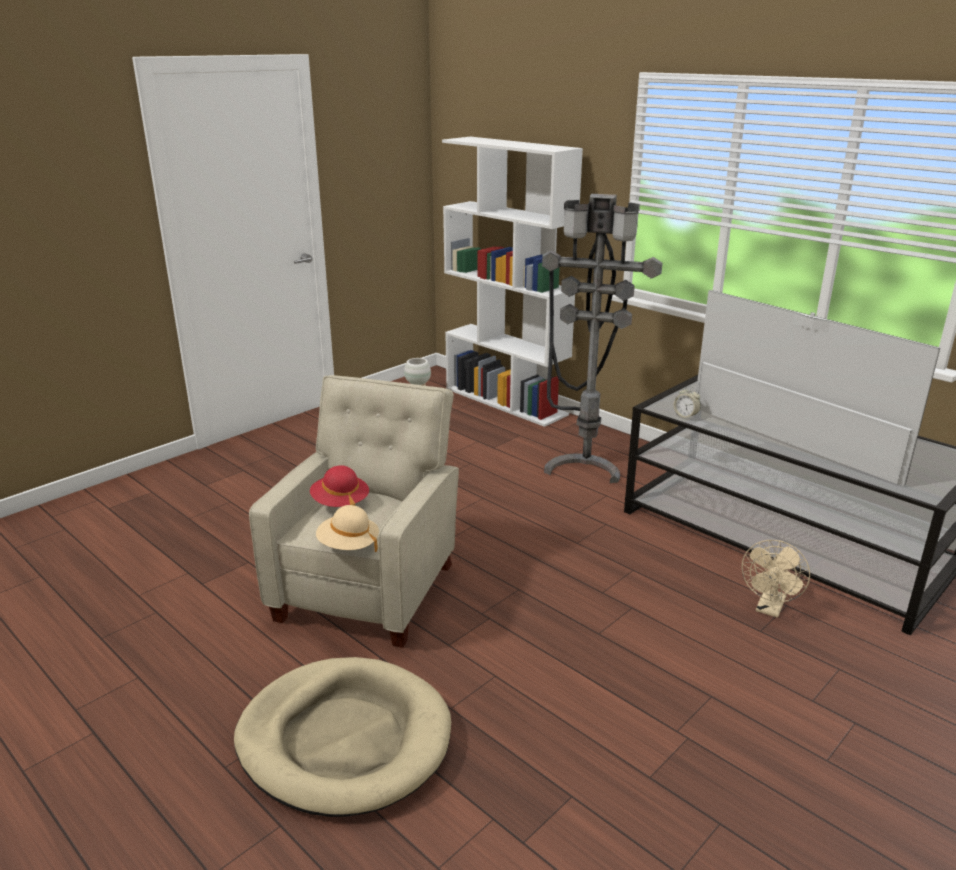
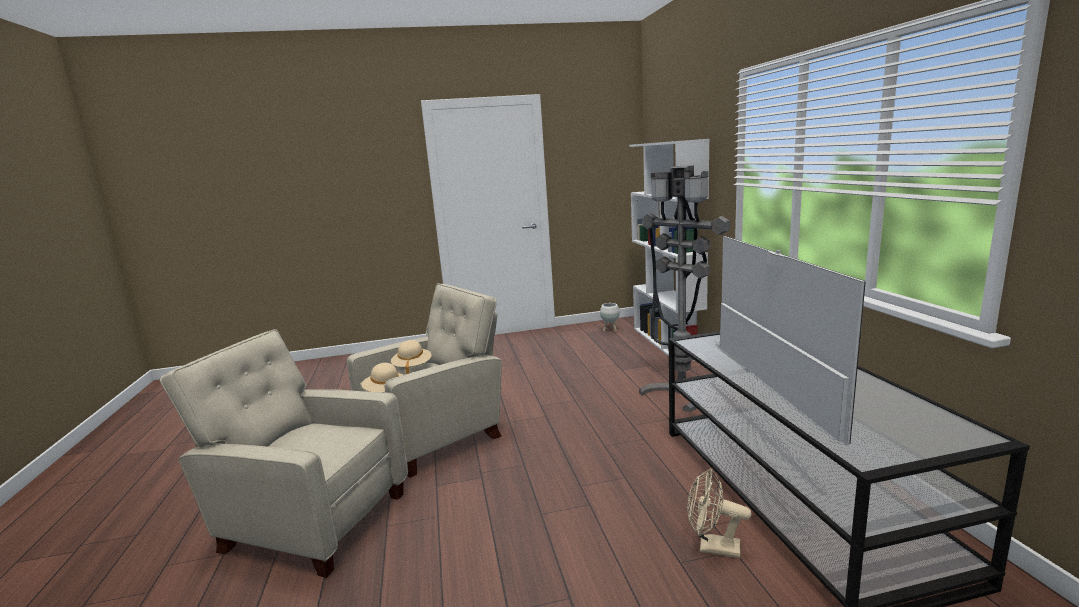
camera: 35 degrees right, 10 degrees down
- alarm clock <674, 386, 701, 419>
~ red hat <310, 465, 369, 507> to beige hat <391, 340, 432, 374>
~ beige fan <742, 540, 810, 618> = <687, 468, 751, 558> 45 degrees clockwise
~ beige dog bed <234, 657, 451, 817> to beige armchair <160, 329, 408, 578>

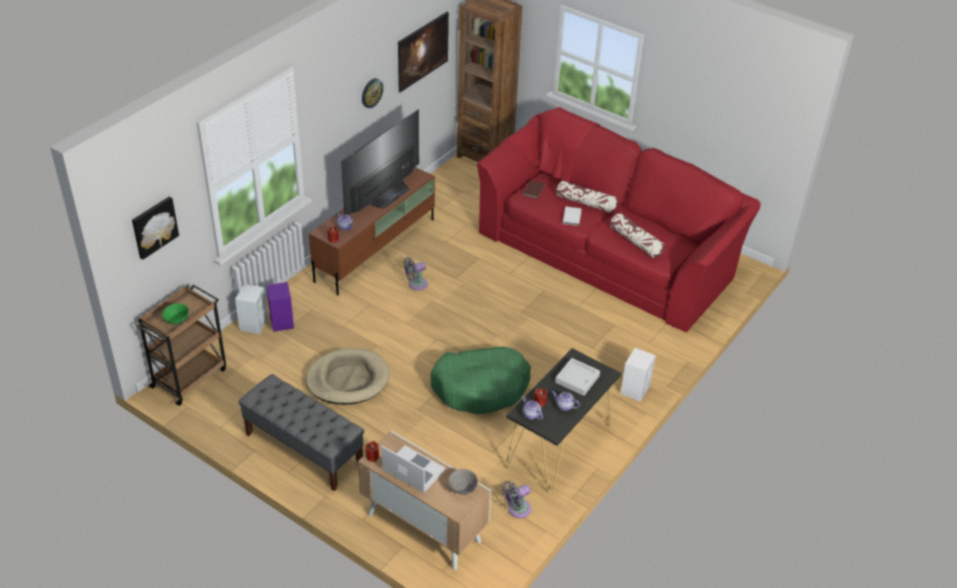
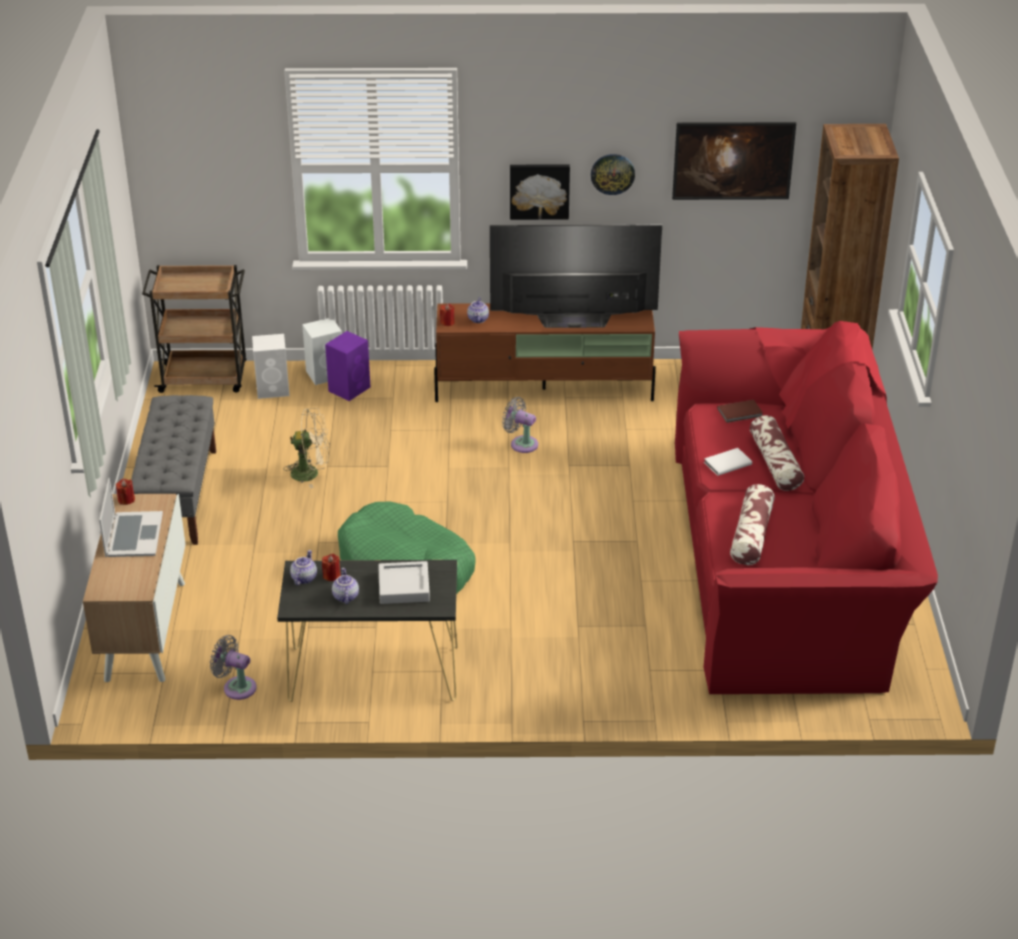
camera: 55 degrees right, 5 degrees down
~ picture <132, 196, 179, 259> to <510, 164, 570, 220>
- green bowl <162, 304, 189, 325>
~ beige dog bed <305, 348, 389, 405> to beige fan <283, 408, 330, 488>
~ white speaker <620, 348, 656, 402> to <252, 334, 290, 399>
- grey bowl <448, 469, 478, 495>

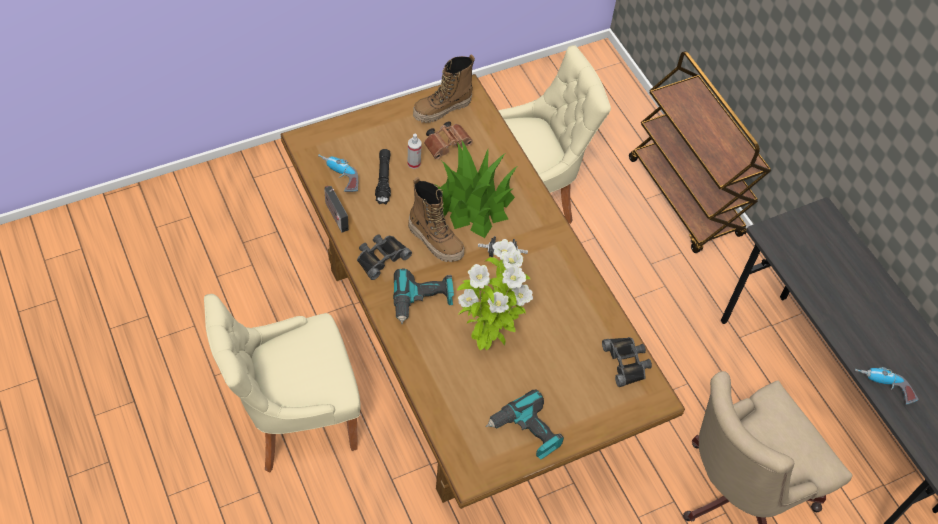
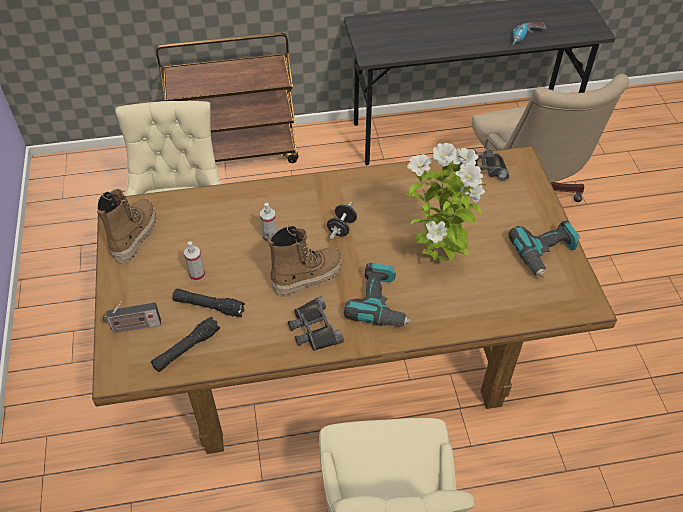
camera: 70 degrees left, 5 degrees down
~ boot <413, 54, 475, 123> = <97, 189, 156, 264> 150 degrees counterclockwise
- brown binoculars <424, 121, 473, 159>
~ potted plant <434, 141, 517, 238> to spray bottle <260, 203, 277, 242>
~ power drill <318, 154, 358, 192> to black flashlight <151, 317, 220, 372>
~ radio <324, 186, 349, 233> to <103, 301, 161, 333>

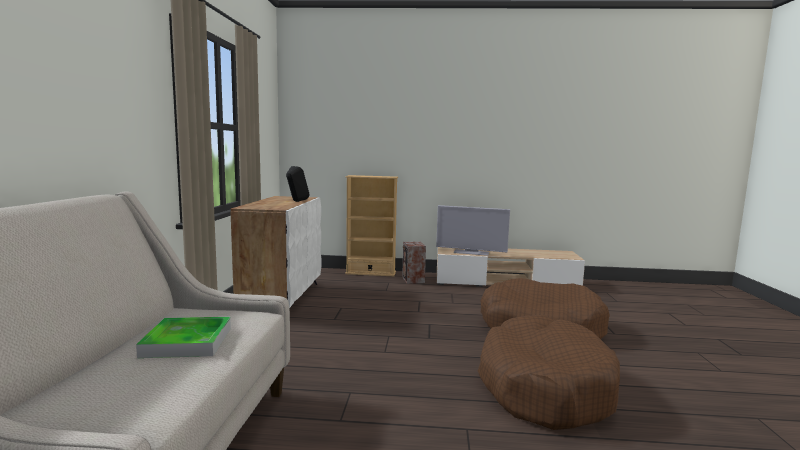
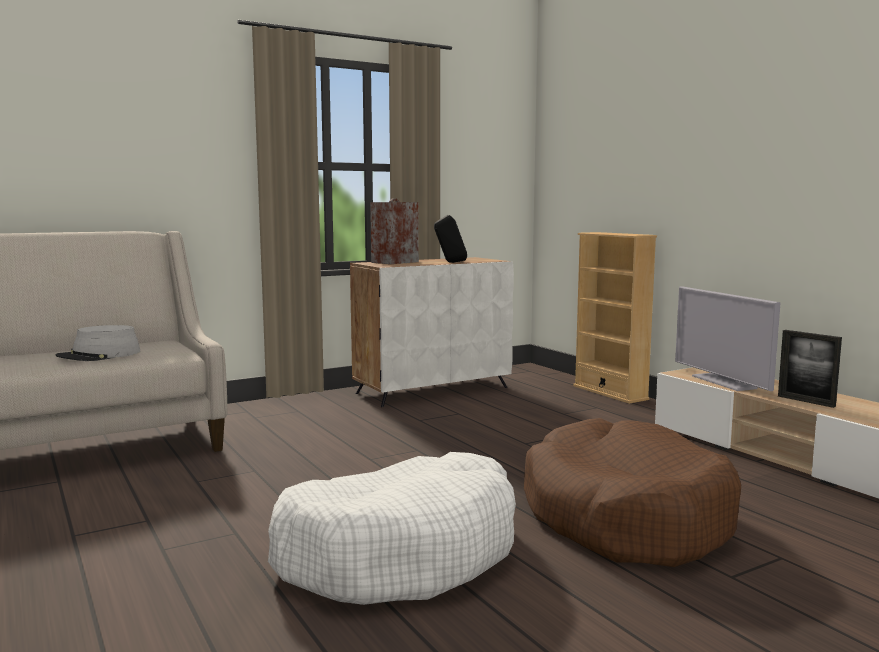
camera: 55 degrees right, 0 degrees up
~ speaker <402, 241, 426, 284> to <370, 198, 419, 264>
~ brown dog bed <478, 315, 620, 430> to white dog bed <268, 452, 516, 605>
~ tray <136, 317, 231, 358> to grey hat <55, 325, 141, 361>
+ picture frame <778, 330, 842, 408>

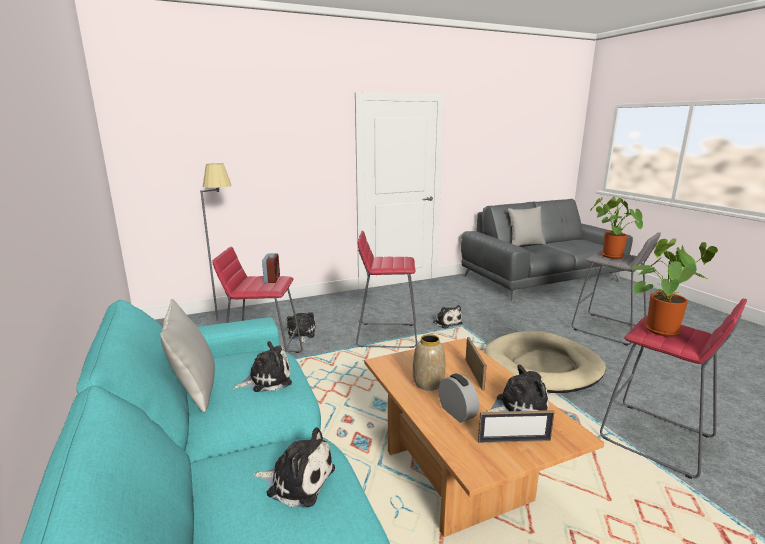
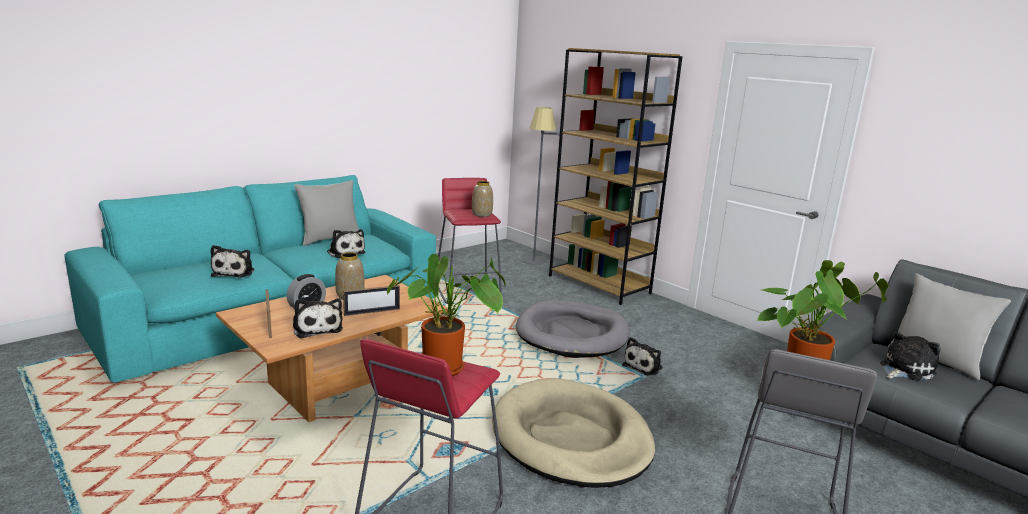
camera: 70 degrees right, 0 degrees up
~ red stool <356, 231, 417, 348> to grey dog bed <516, 300, 629, 358>
~ alarm clock <262, 253, 280, 283> to vase <472, 181, 493, 217>
~ plush toy <287, 312, 315, 344> to <880, 332, 941, 381>
+ brown bookcase <549, 48, 682, 305>

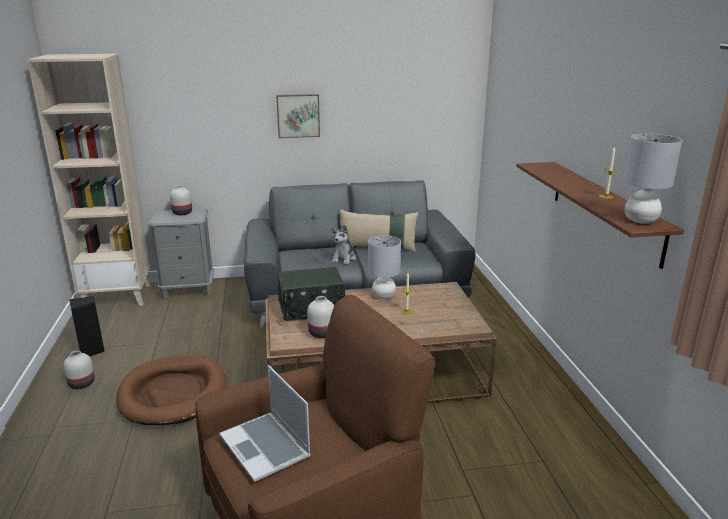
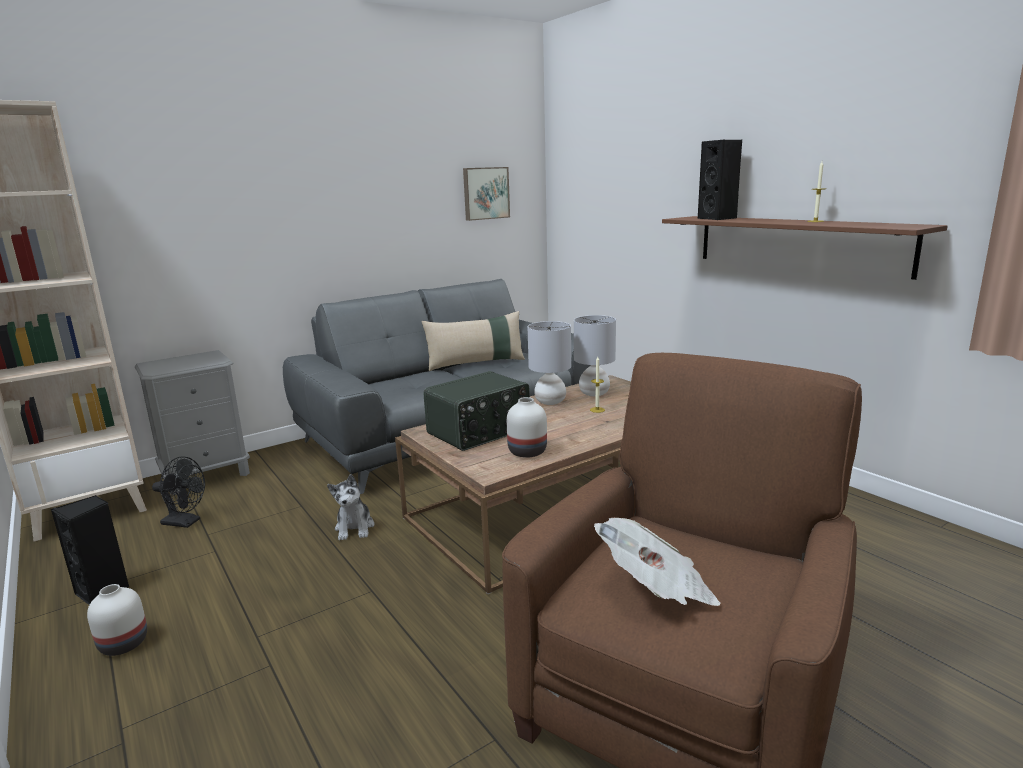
camera: 25 degrees left, 5 degrees down
~ picture <276, 94, 320, 138> to <463, 167, 510, 221>
~ grey table lamp <624, 134, 682, 224> to <574, 315, 616, 397>
- white vase <170, 185, 192, 215>
~ plush toy <331, 225, 356, 265> to <327, 474, 375, 540>
- brown dog bed <116, 355, 227, 425>
~ laptop <219, 365, 311, 482> to newspaper <594, 518, 720, 606>
+ black speaker <698, 140, 742, 220>
+ black fan <152, 456, 205, 528>

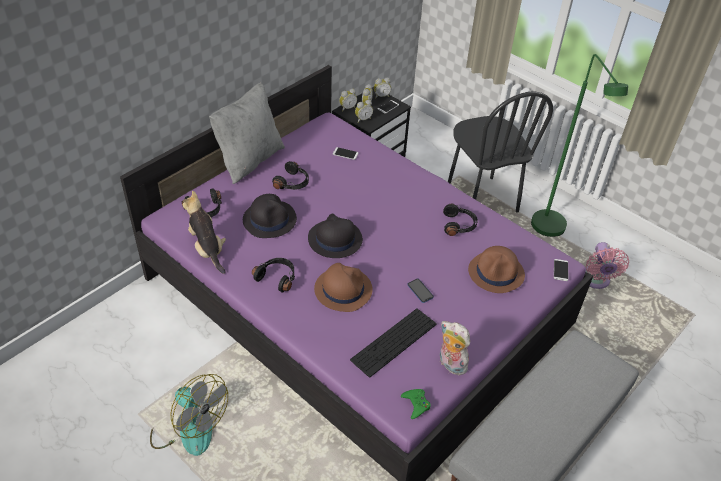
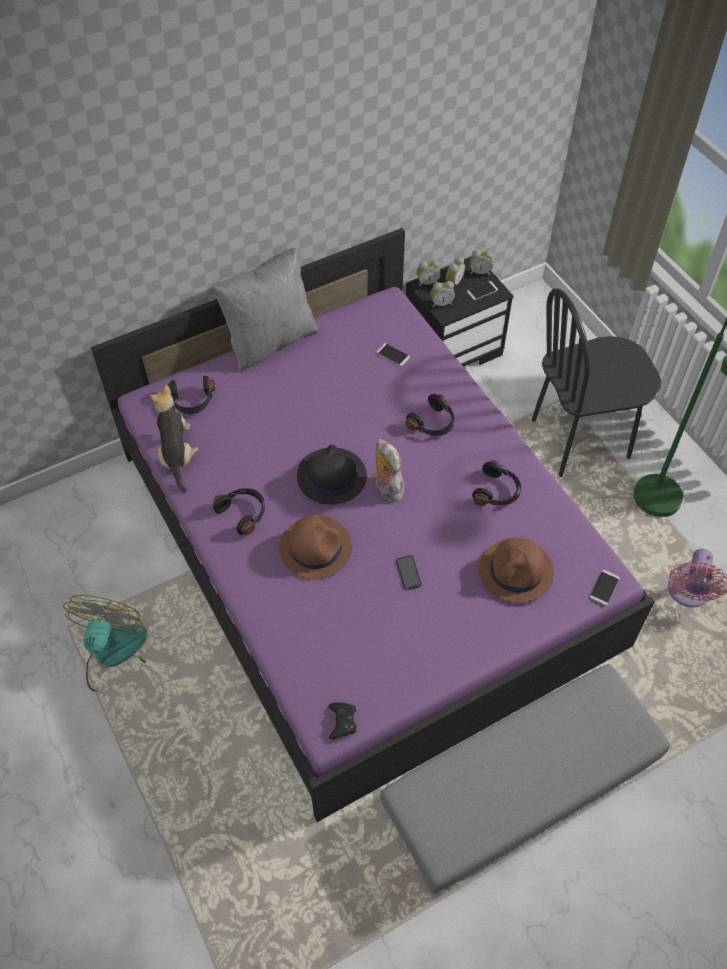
camera: 20 degrees right, 10 degrees up
~ black chair <448, 91, 553, 213> = <532, 288, 662, 477> 75 degrees clockwise
~ black headphones <272, 161, 309, 190> to <406, 394, 454, 436>
- black hat <243, 194, 297, 238>
- keyboard <350, 309, 437, 378>
~ plush toy <440, 321, 470, 375> to <373, 439, 404, 502>
~ fan <150, 374, 228, 456> = <63, 595, 147, 692> 135 degrees counterclockwise
~ green game controller <401, 389, 431, 419> to black game controller <328, 702, 357, 739>

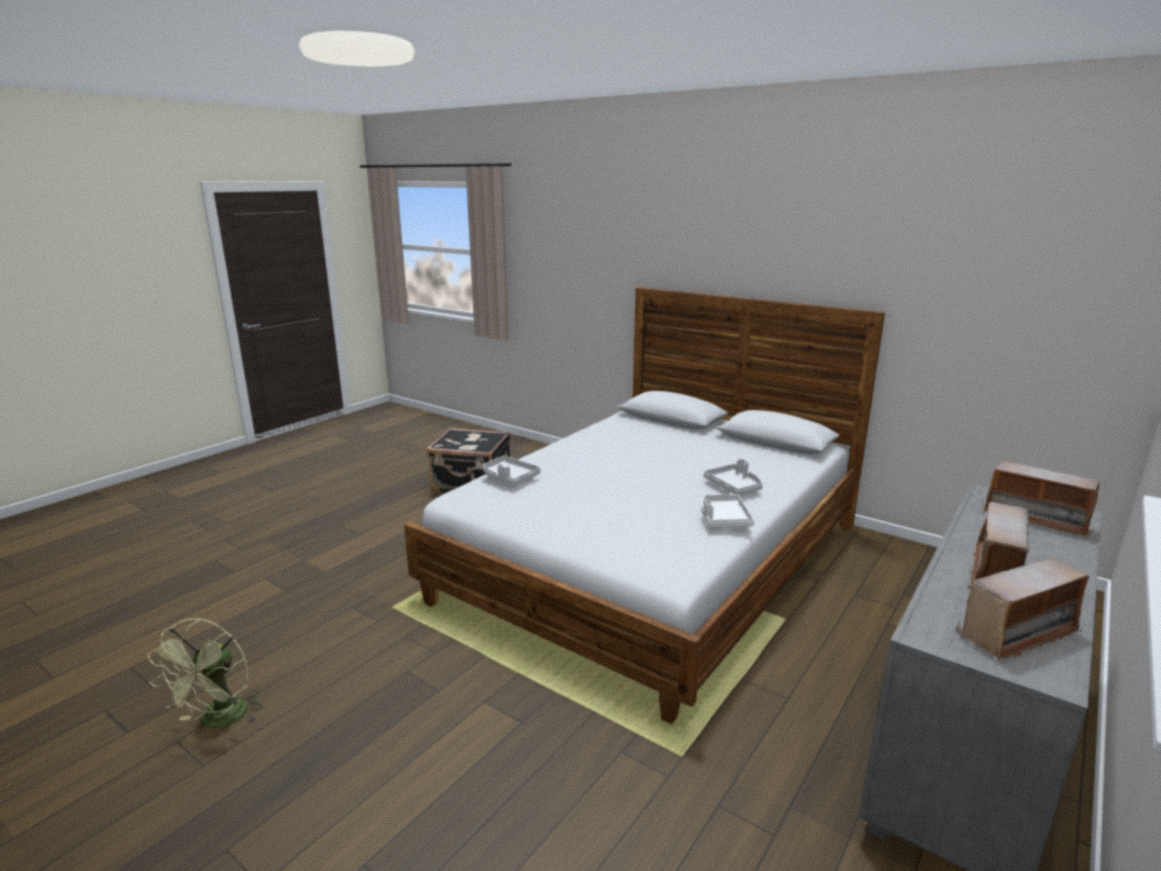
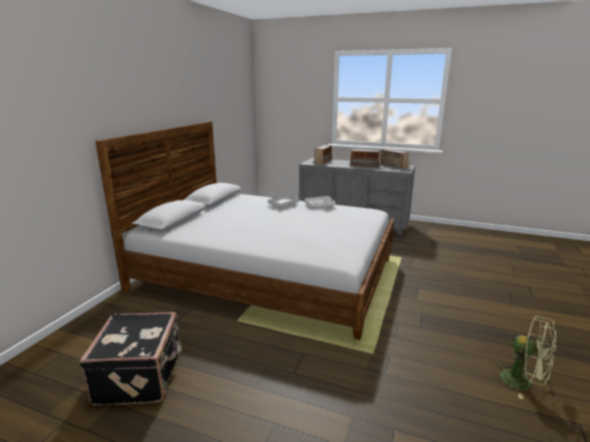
camera: 105 degrees left, 0 degrees up
- grey tray <482, 456, 541, 485>
~ green fan <148, 618, 264, 728> = <494, 316, 556, 399> 45 degrees clockwise

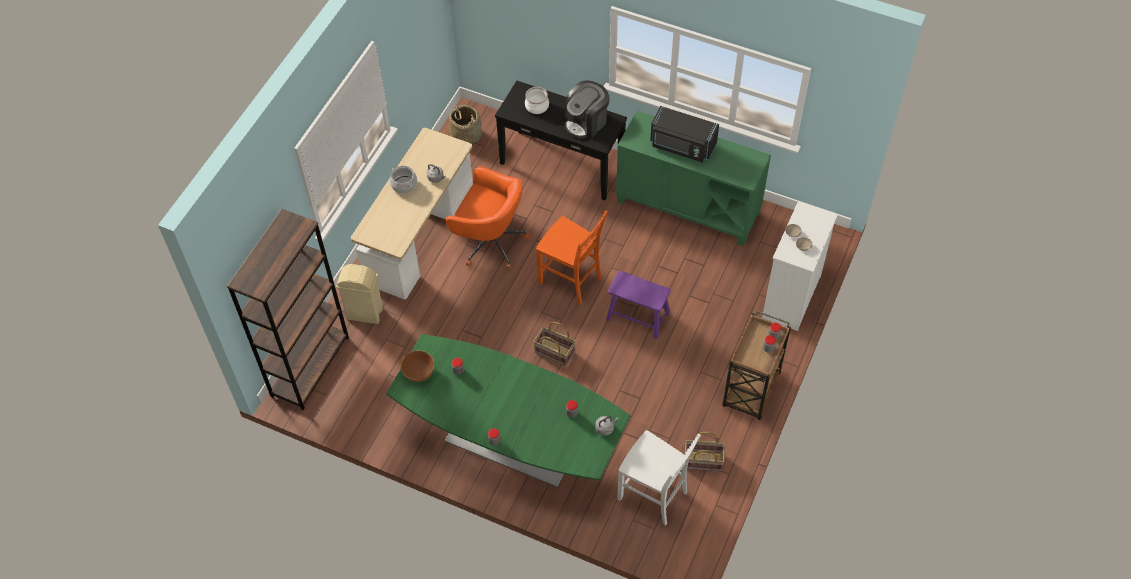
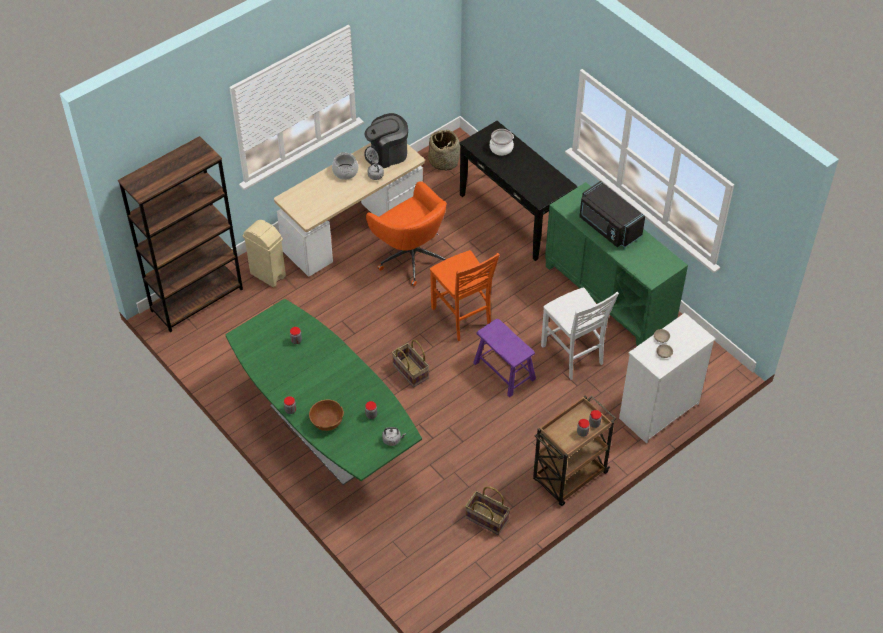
camera: 25 degrees right, 5 degrees down
~ coffee machine <565, 80, 610, 138> to <364, 113, 408, 168>
~ brown bowl <400, 350, 434, 382> to <309, 400, 344, 431>
~ white chair <617, 430, 701, 526> to <541, 287, 619, 380>

